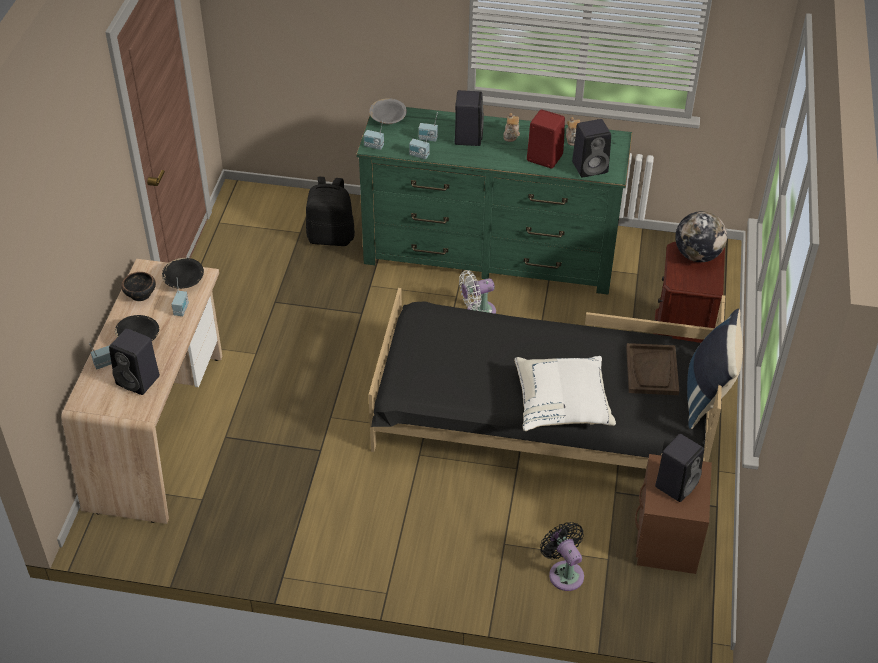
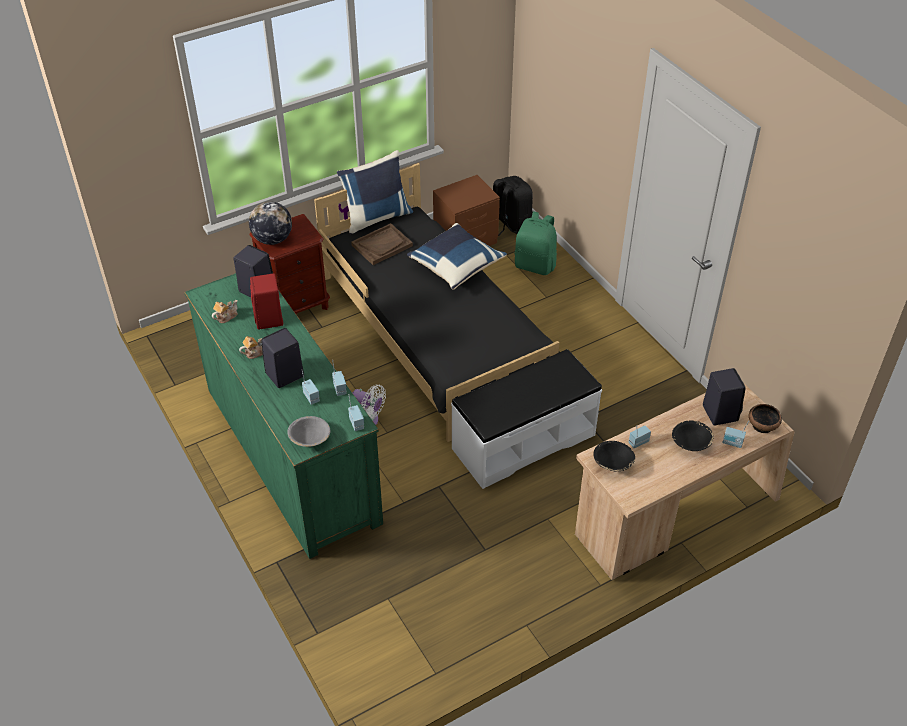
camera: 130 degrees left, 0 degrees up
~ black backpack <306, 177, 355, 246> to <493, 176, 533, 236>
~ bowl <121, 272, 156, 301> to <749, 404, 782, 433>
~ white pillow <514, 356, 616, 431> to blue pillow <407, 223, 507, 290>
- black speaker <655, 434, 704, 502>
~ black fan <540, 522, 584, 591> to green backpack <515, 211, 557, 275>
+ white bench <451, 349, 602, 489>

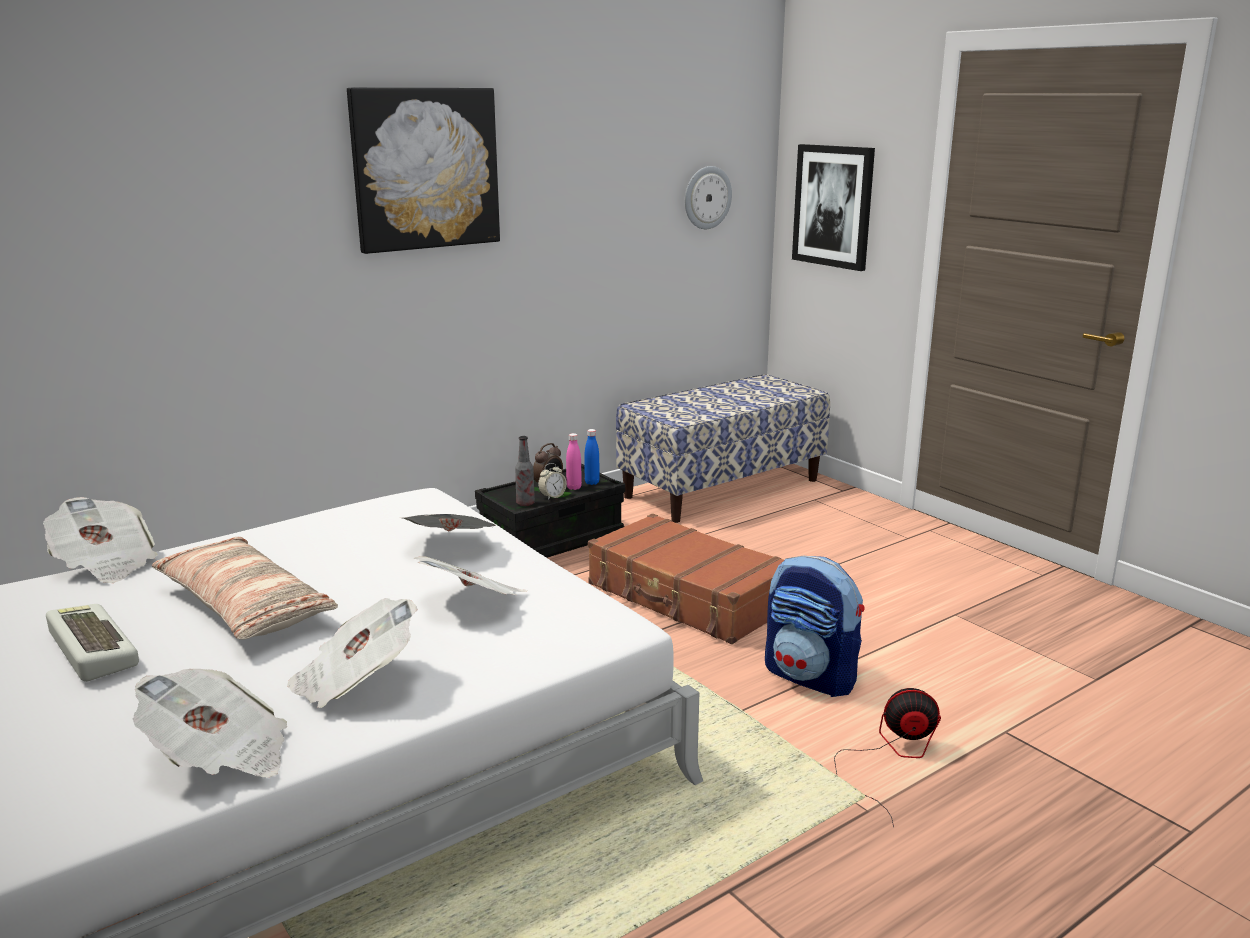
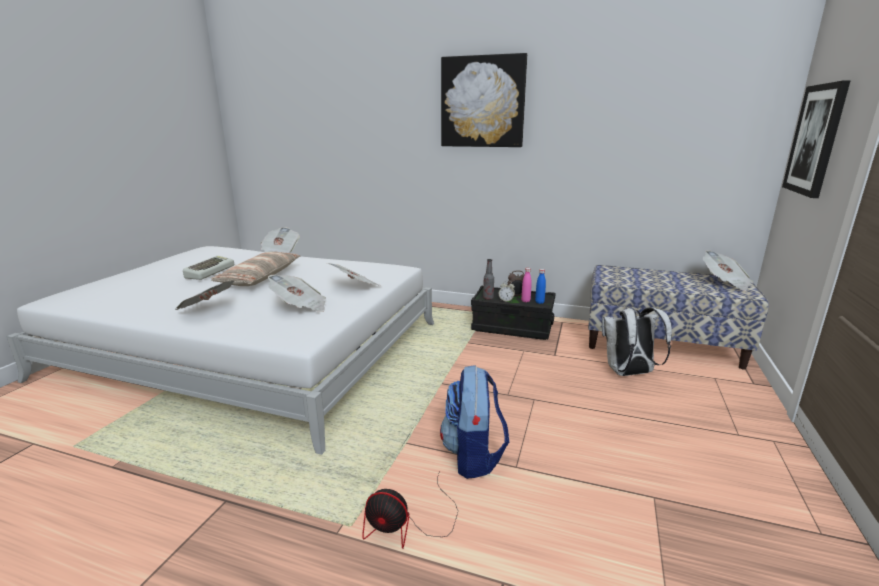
camera: 55 degrees right, 0 degrees up
- wall clock <685, 166, 732, 229>
- brown suitcase <588, 513, 784, 644>
~ newspaper <132, 669, 287, 777> to <703, 250, 753, 291>
~ fan <834, 688, 941, 827> = <362, 471, 458, 549> 135 degrees clockwise
+ white backpack <602, 307, 672, 376>

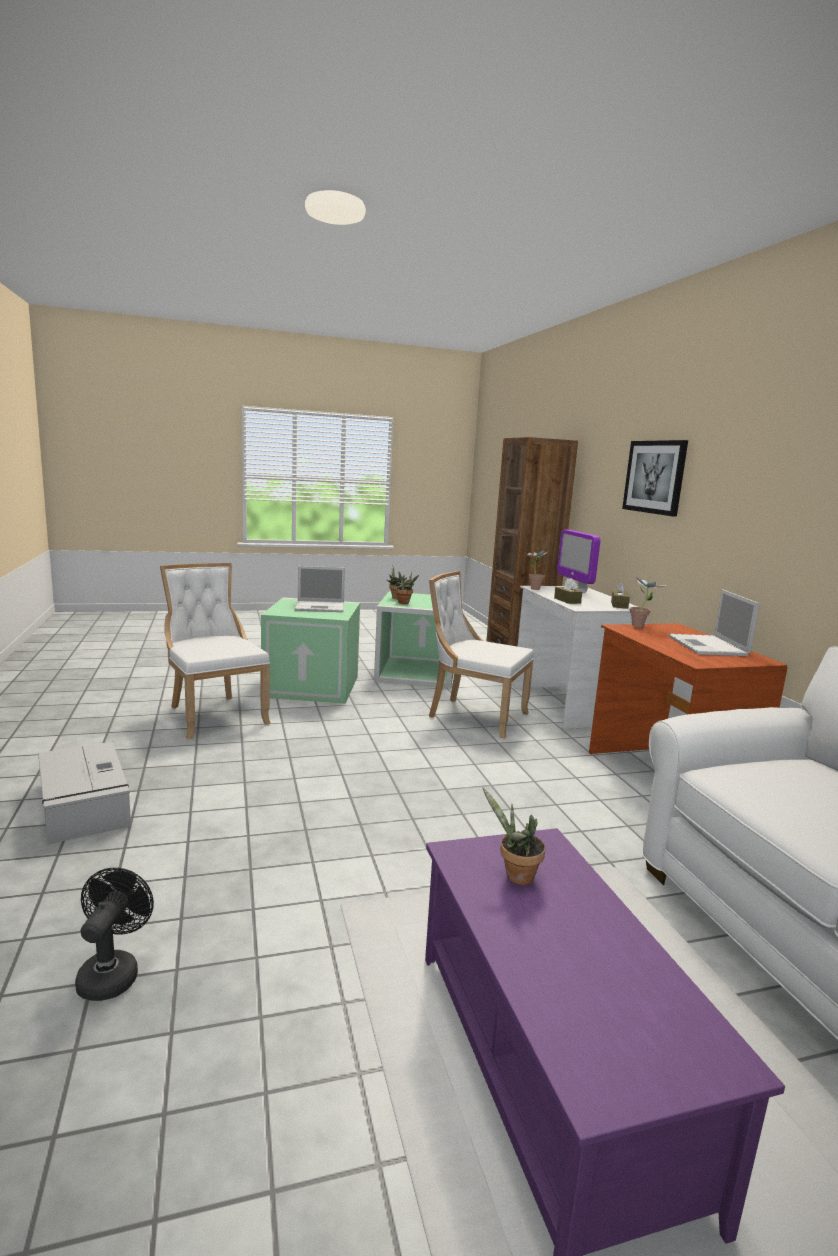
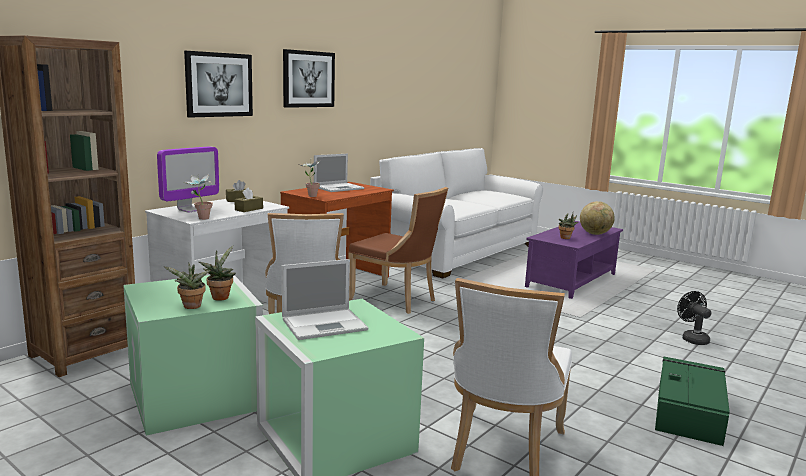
camera: 125 degrees left, 0 degrees up
~ laptop <294, 566, 345, 612> = <282, 259, 368, 340> 105 degrees clockwise
~ grey storage box <38, 742, 131, 844> to green storage box <655, 357, 730, 446>
~ black fan <75, 868, 154, 1001> = <677, 291, 711, 345> 105 degrees clockwise
+ picture <283, 49, 335, 108>
+ brown chair <348, 187, 448, 314>
+ globe <580, 201, 615, 235>

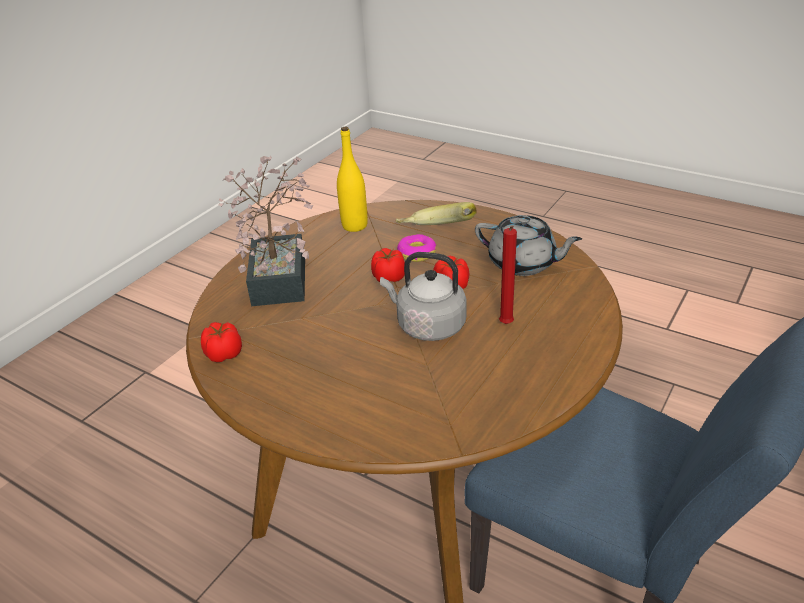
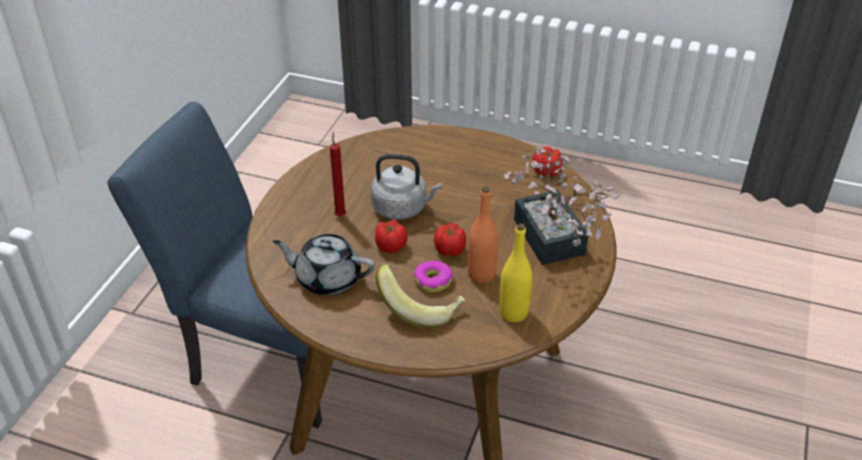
camera: 165 degrees right, 5 degrees up
+ orange bottle <468, 186, 498, 284>

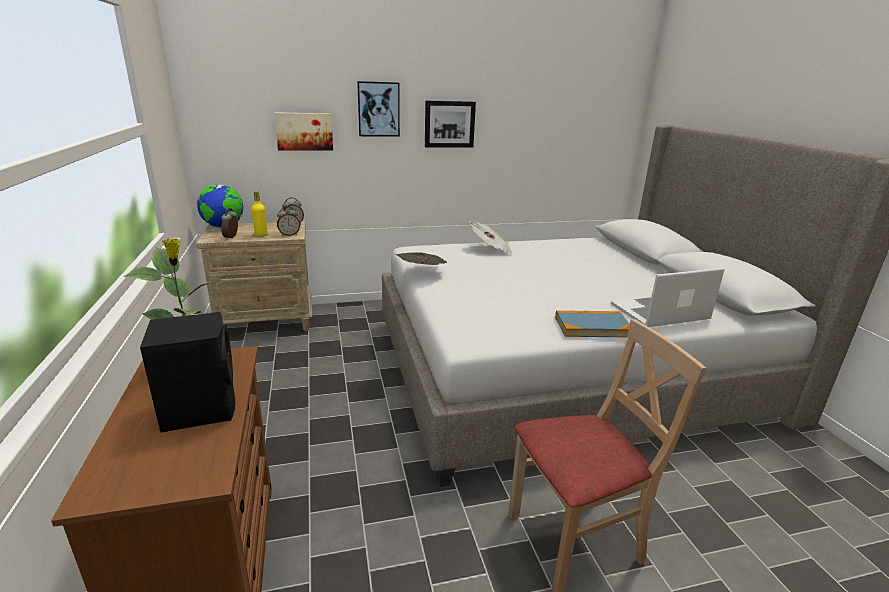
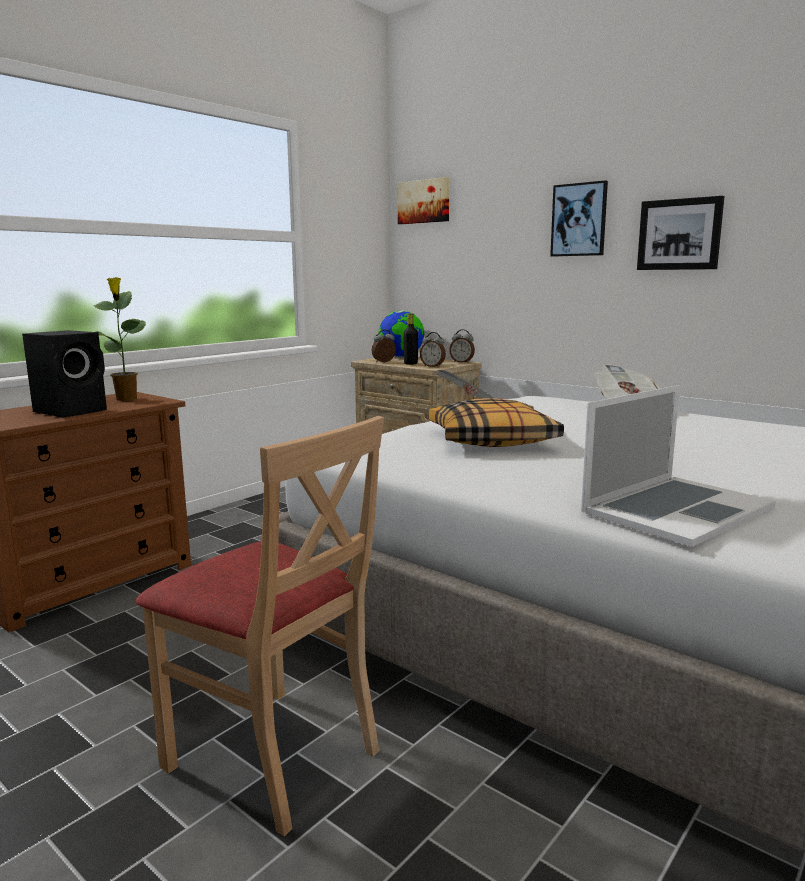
camera: 55 degrees right, 10 degrees down
~ picture <274, 112, 333, 150> to <397, 177, 449, 224>
~ yellow bottle <251, 191, 268, 237> to black bottle <403, 313, 418, 365>
~ laptop <611, 268, 725, 327> = <581, 385, 776, 547> 105 degrees clockwise
- book <555, 310, 630, 338>
+ pillow <429, 398, 564, 447>

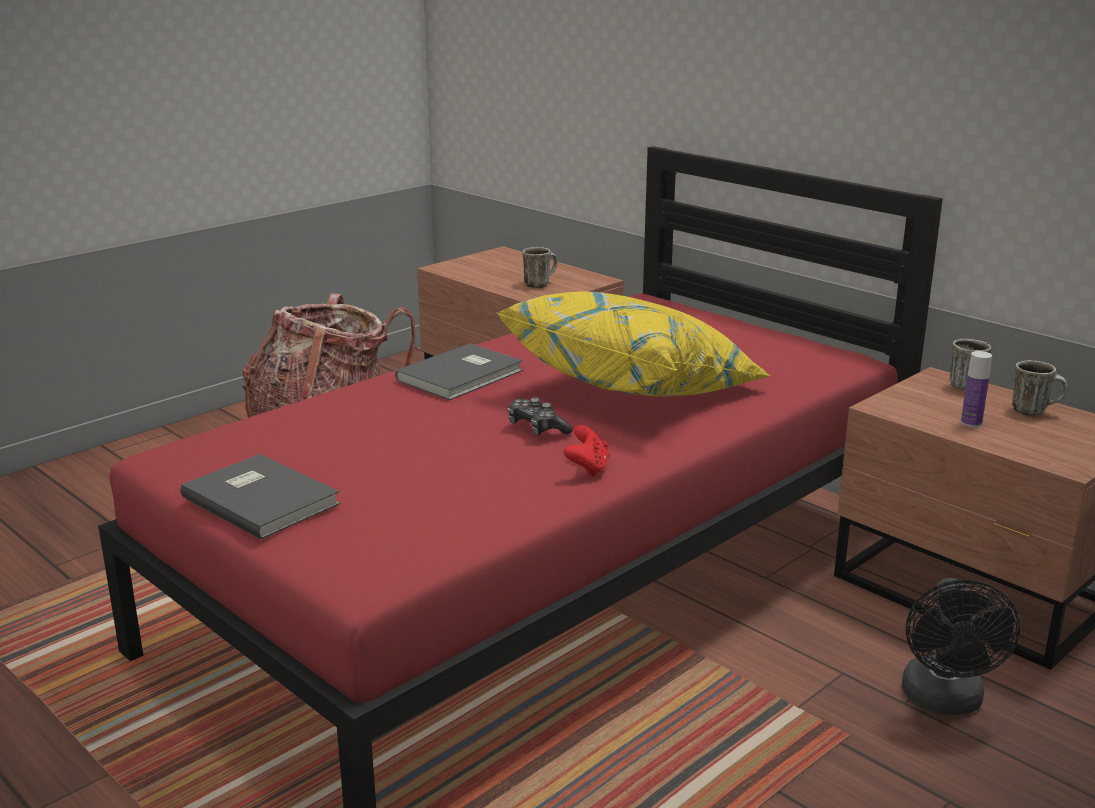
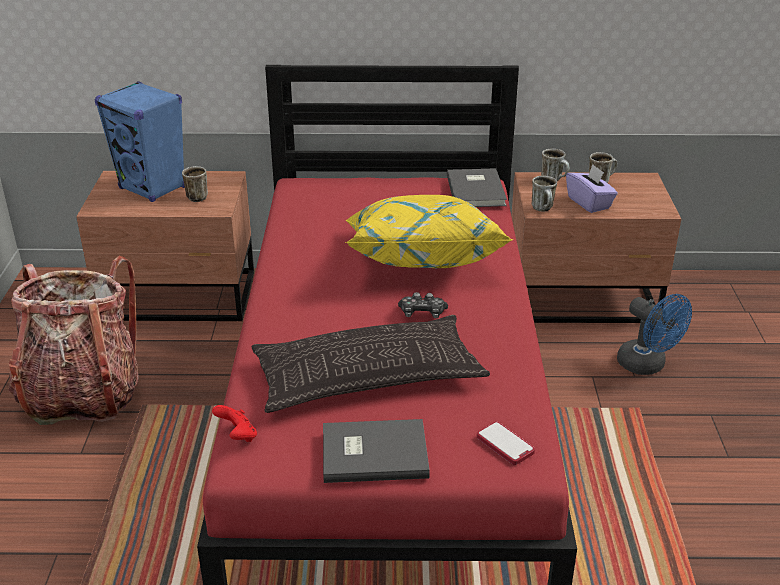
camera: 45 degrees left, 10 degrees up
~ grey book <395, 343, 523, 400> to <446, 168, 507, 207>
~ bottle <961, 351, 992, 427> to purple tissue box <566, 164, 618, 213>
~ red game controller <564, 425, 610, 477> to <212, 405, 257, 442>
~ black fan <902, 578, 1020, 715> to blue fan <617, 294, 692, 375>
+ blue speaker <95, 81, 185, 202>
+ mug <531, 176, 557, 212>
+ pillow <252, 315, 490, 413>
+ phone <477, 422, 535, 465>

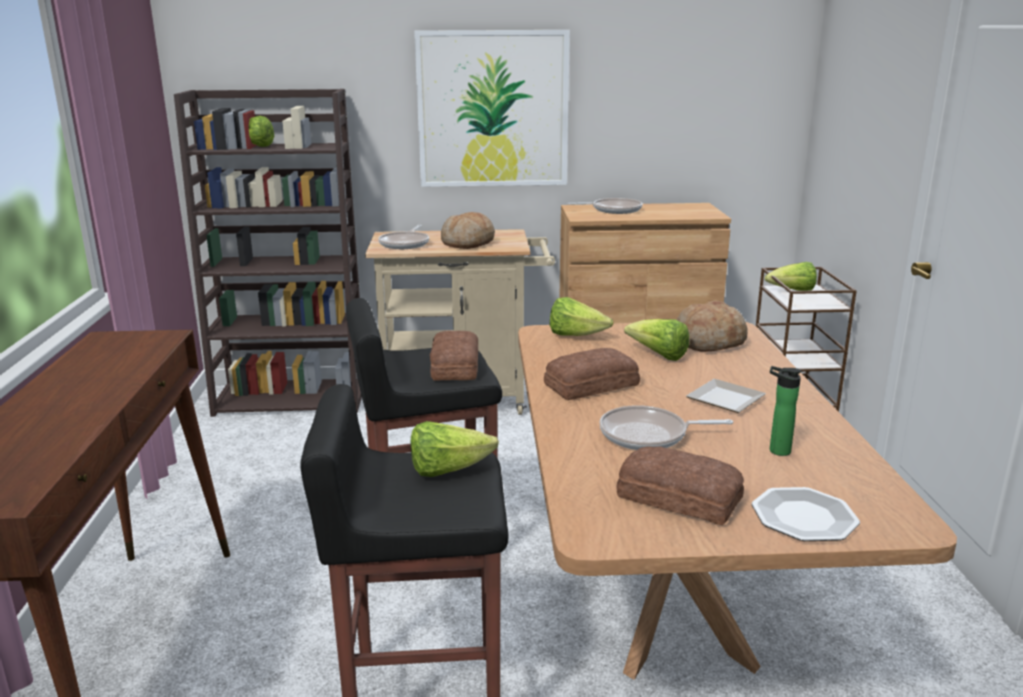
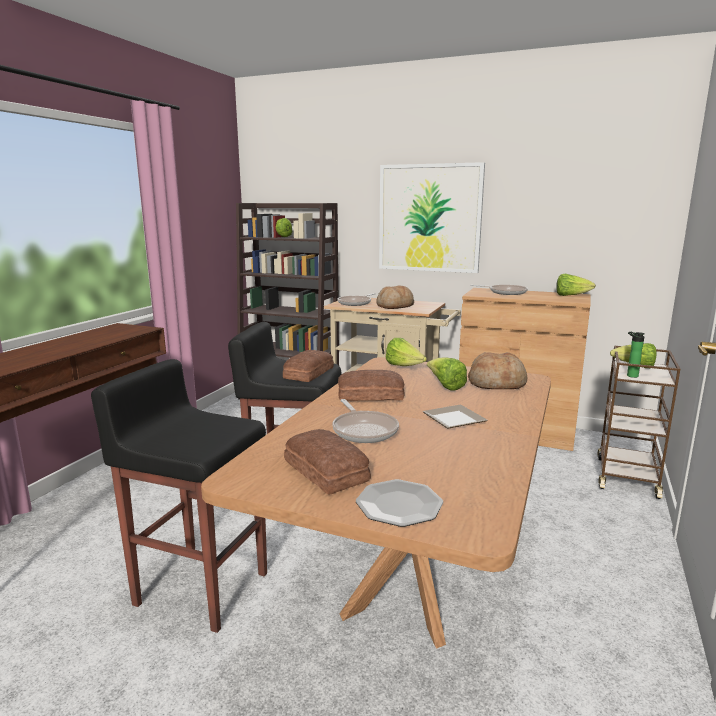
camera: 25 degrees right, 5 degrees down
~ bottle <770, 366, 802, 456> to <627, 332, 645, 378>
~ frying pan <600, 405, 733, 450> = <333, 399, 399, 443> 135 degrees counterclockwise
~ lettuce <410, 421, 499, 477> to <556, 274, 596, 296>

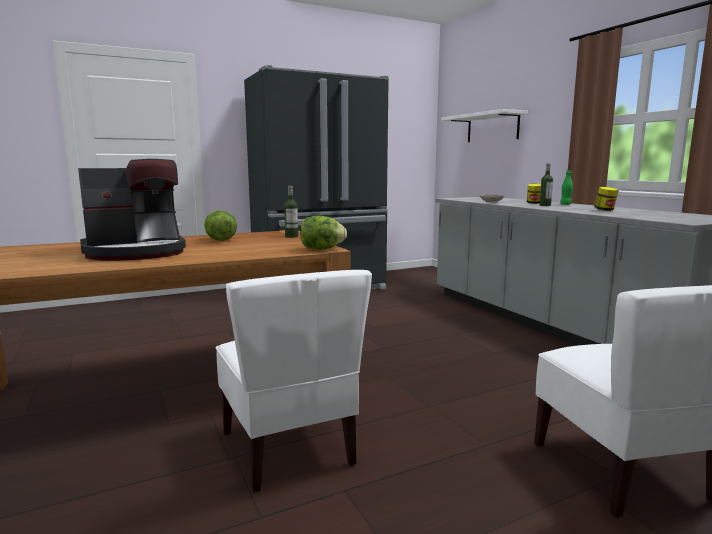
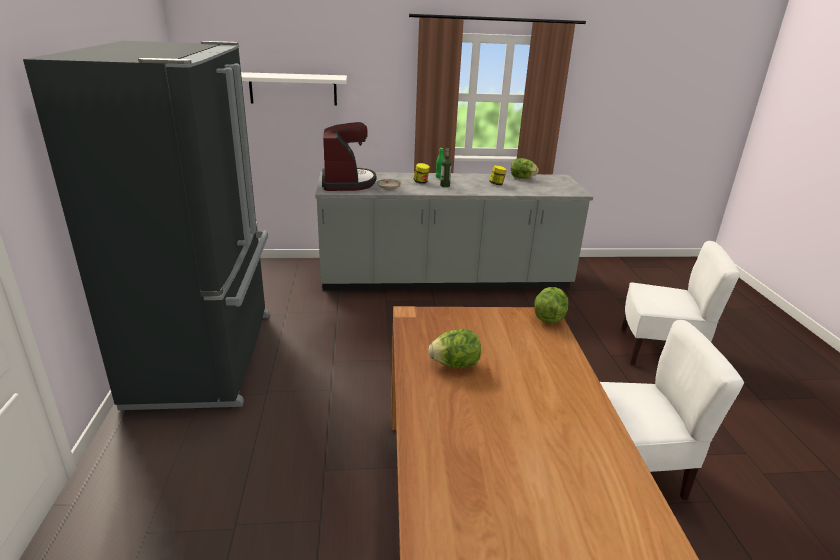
camera: 70 degrees left, 15 degrees up
~ coffee machine <78, 159, 186, 261> to <322, 122, 376, 191>
- bottle <284, 186, 298, 238>
+ lettuce <511, 158, 538, 179>

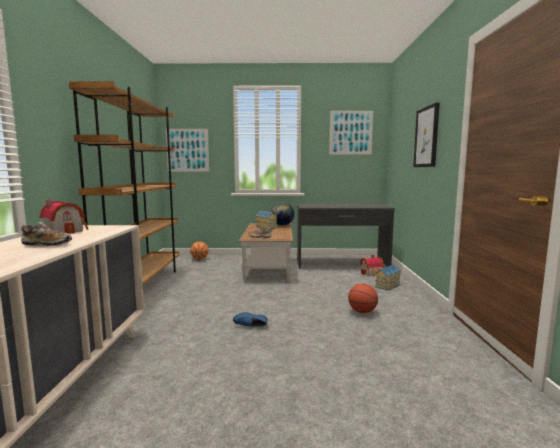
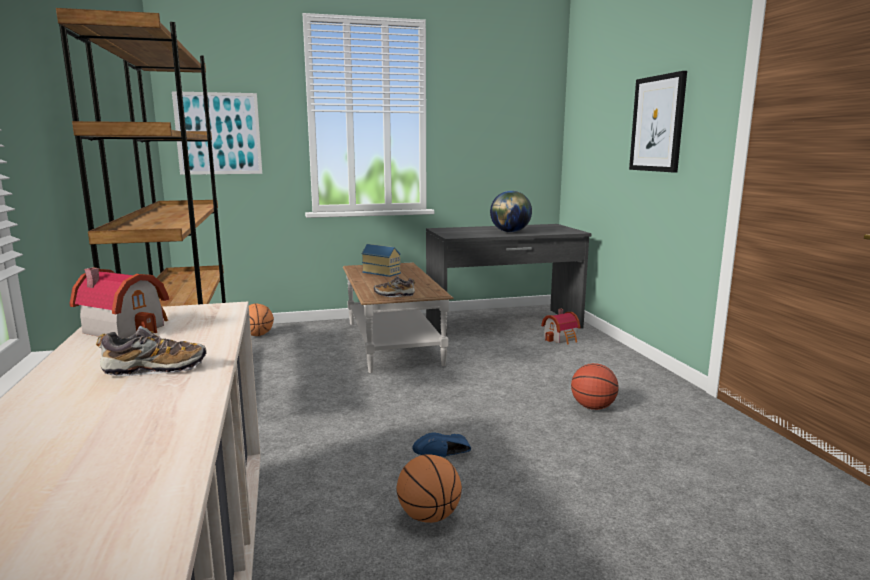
camera: 15 degrees left, 5 degrees up
- picture <329, 111, 373, 154>
~ globe <271, 202, 295, 226> to <490, 191, 532, 232>
- toy house <375, 265, 401, 290>
+ basketball <396, 454, 462, 523>

